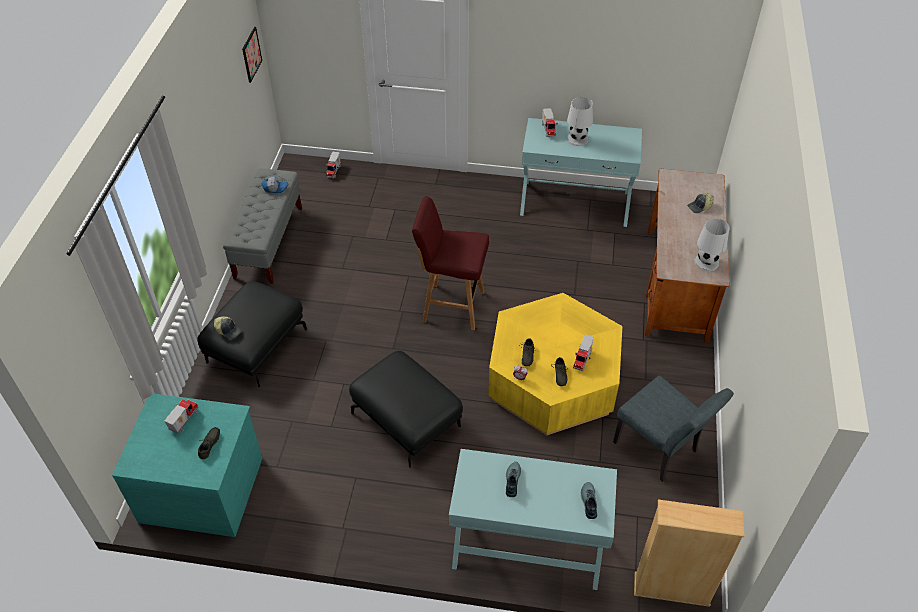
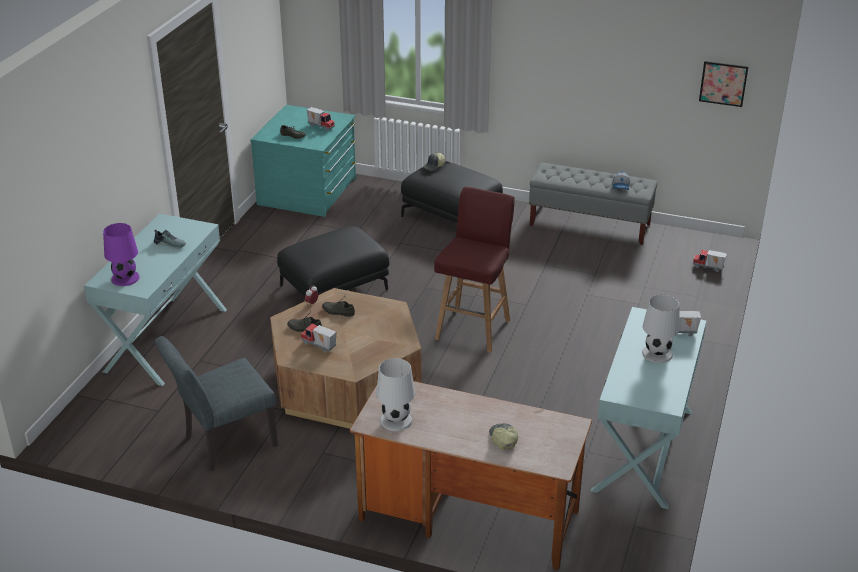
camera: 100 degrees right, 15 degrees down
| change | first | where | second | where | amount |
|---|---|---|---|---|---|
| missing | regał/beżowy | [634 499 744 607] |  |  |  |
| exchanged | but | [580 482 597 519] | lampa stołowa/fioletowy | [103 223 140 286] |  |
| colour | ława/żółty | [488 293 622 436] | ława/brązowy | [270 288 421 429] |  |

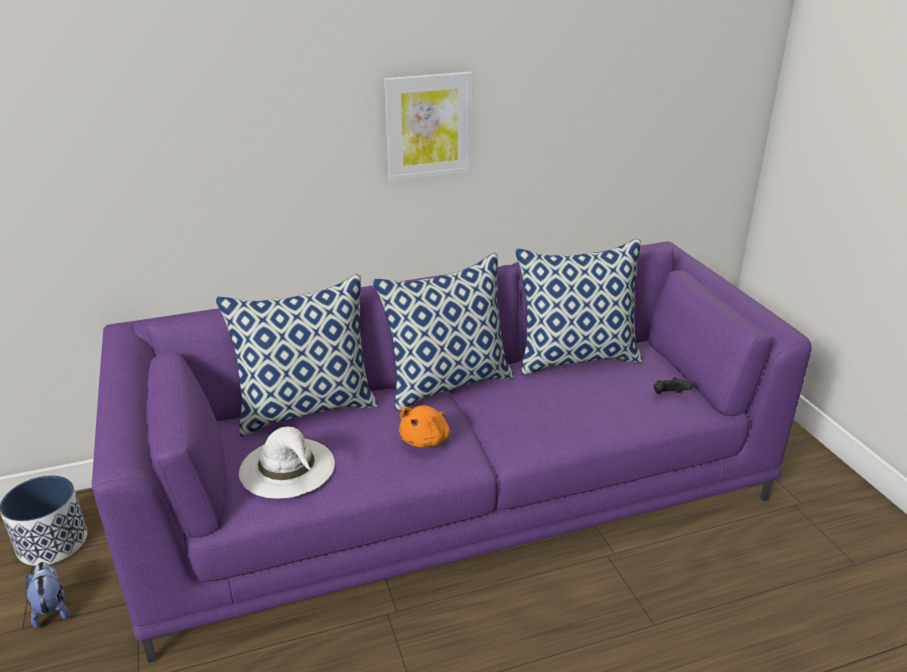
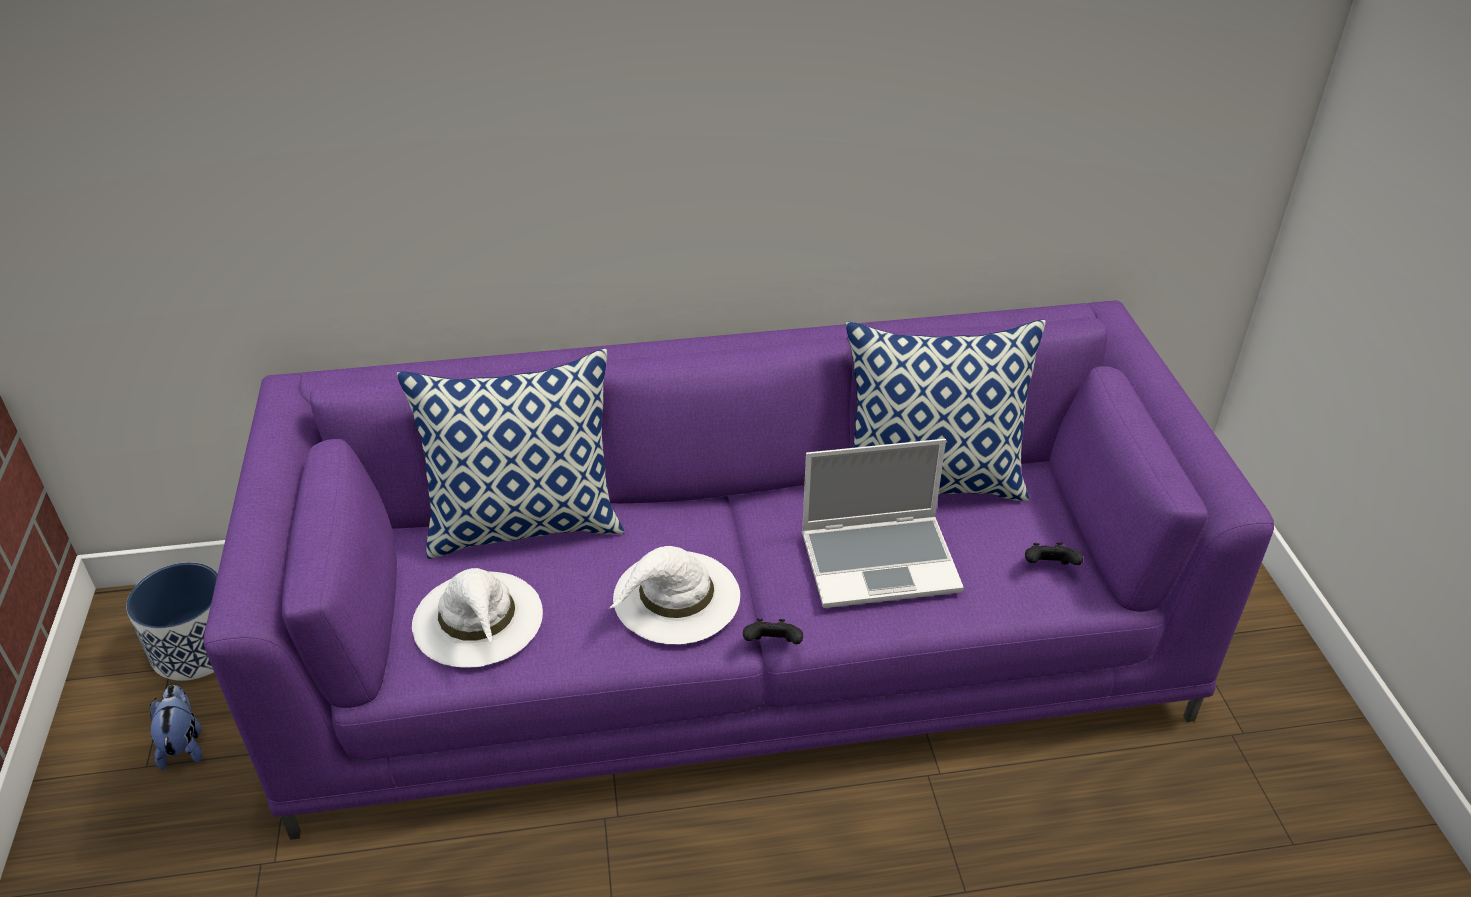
camera: 10 degrees right, 10 degrees up
| change | first | where | second | where | amount |
|---|---|---|---|---|---|
| missing | poduszka | [372 252 515 411] |  |  |  |
| missing | obraz | [384 72 472 182] |  |  |  |
| appeared |  |  | pad do gier/czarny | [743 619 803 644] |  |
| appeared |  |  | laptop | [802 439 964 608] |  |
| exchanged | pluszak/pomarańczowy | [399 406 450 448] | kapelusz/biały | [609 546 740 644] |  |

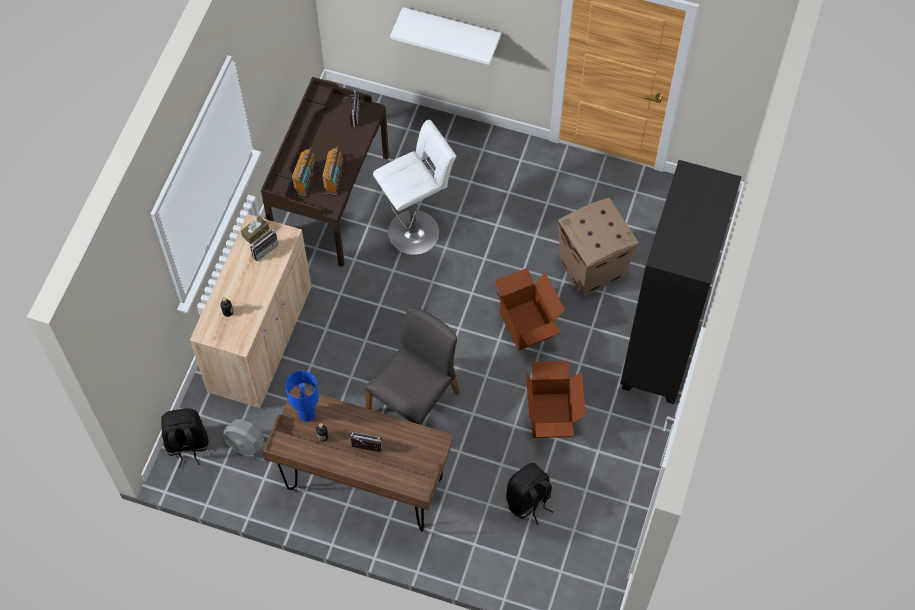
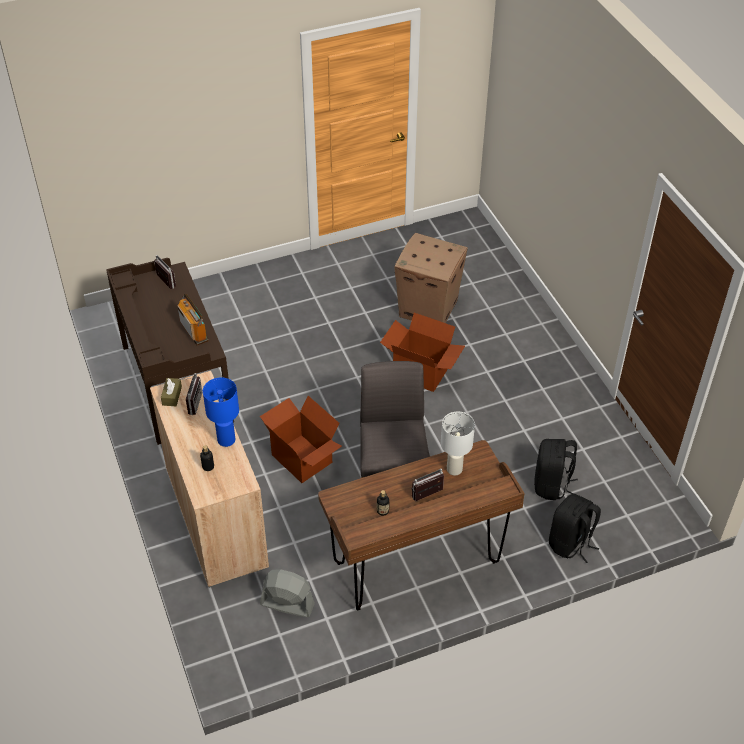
camera: 40 degrees left, 15 degrees down
| change | first | where | second | where | amount |
|---|---|---|---|---|---|
| missing | radio | [292 147 318 197] |  |  |  |
| missing | stołek/biały | [373 120 457 255] |  |  |  |
| missing | półka/biały | [390 7 501 65] |  |  |  |
| missing | regał/czarny | [620 160 741 404] |  |  |  |
| appeared |  |  | lampa stołowa/biały | [441 411 475 476] |  |
| relocated | plecak/czarny | [161 408 209 468] |  | [549 494 601 563] |  |
| relocated | lampa stołowa/niebieski | [285 371 319 422] |  | [203 377 239 447] |  |
| relocated | karton | [526 361 586 438] |  | [260 396 342 483] |  |
| spun | wentylator/szary | [223 419 266 462] |  | [260 569 315 618] | 150 degrees counterclockwise |

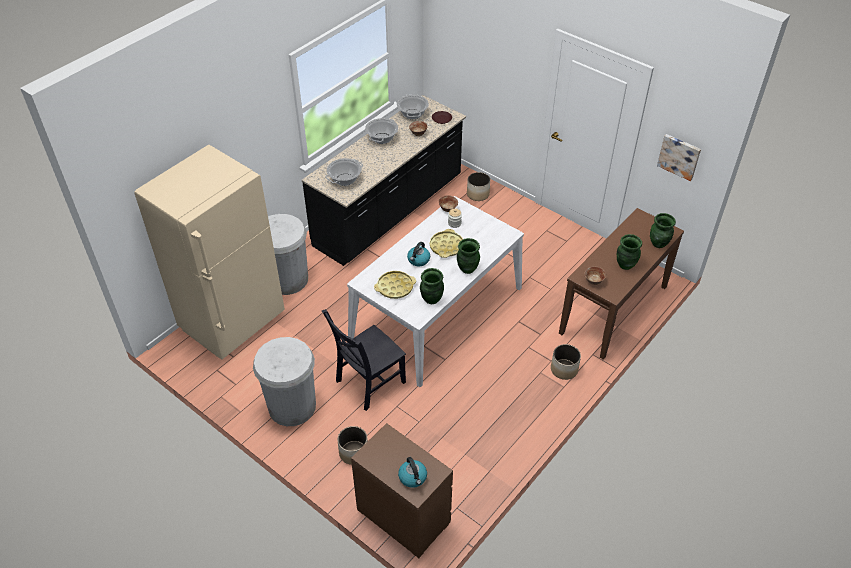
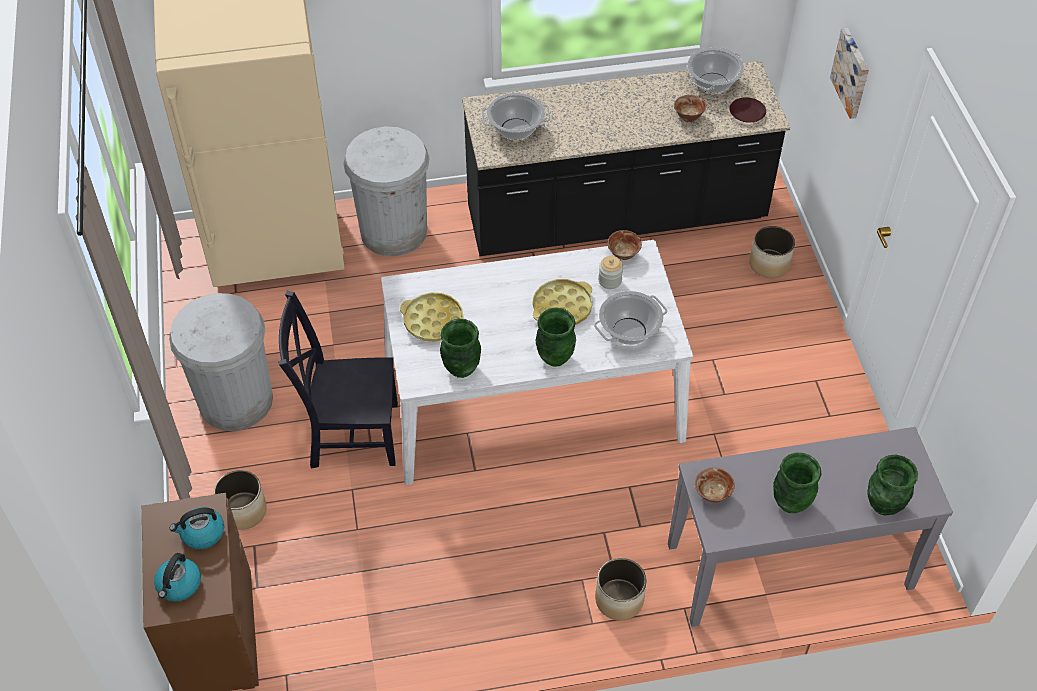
camera: 40 degrees right, 5 degrees up
| change | first | where | second | where | amount |
|---|---|---|---|---|---|
| relocated | garnek | [365 118 398 144] |  | [594 291 668 345] |  |
| relocated | czajnik | [407 242 430 266] |  | [170 507 224 549] |  |
| relocated | obraz | [657 134 701 181] |  | [830 28 869 119] |  |
| colour | stolik konsolowy/brązowy | [559 208 684 360] | stolik konsolowy/szary | [668 427 953 627] |  |

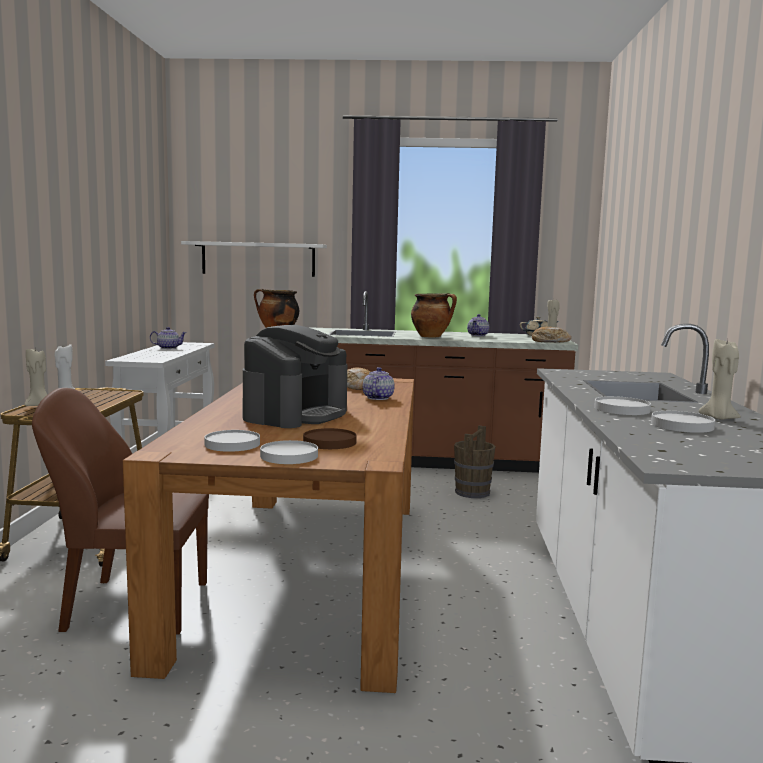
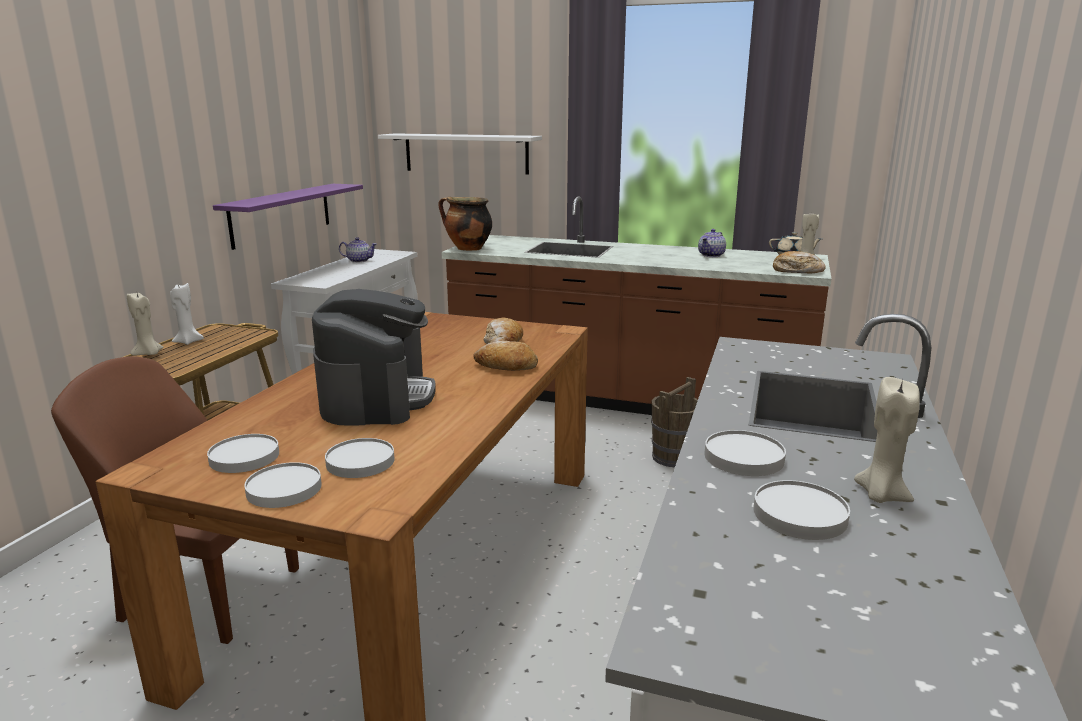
camera: 15 degrees right, 10 degrees up
| change | first | where | second | where | amount |
|---|---|---|---|---|---|
| missing | garnek | [411 293 457 338] |  |  |  |
| appeared |  |  | półka/fioletowy | [213 184 363 250] |  |
| exchanged | imbryk | [363 367 395 400] | chleb | [473 341 538 371] |  |
| colour | talerz/brązowy | [303 428 357 449] | talerz/biały | [325 438 395 478] |  |
| spun | ekspres do kawy | [243 325 347 428] |  | [312 289 436 426] | 45 degrees counterclockwise |

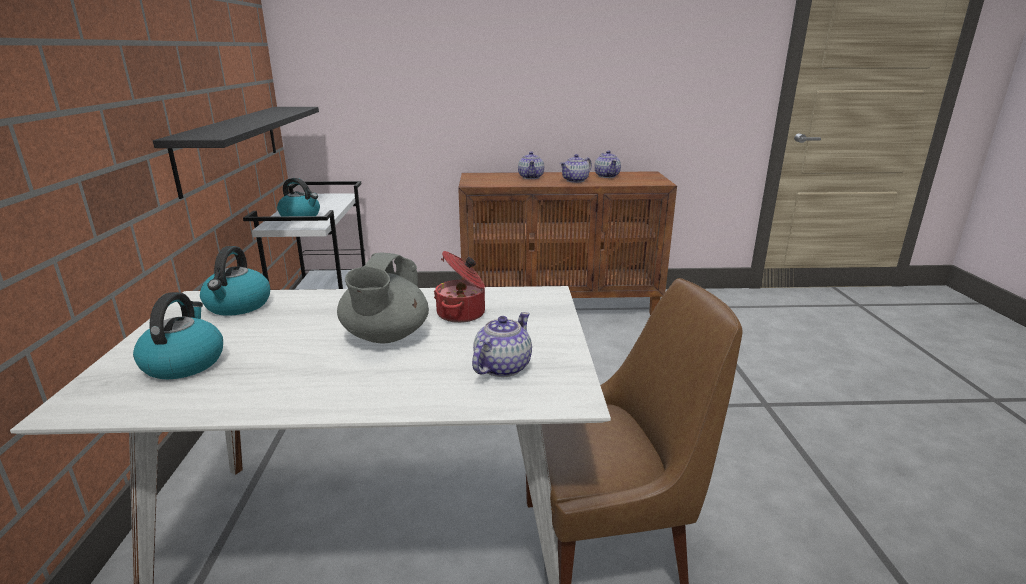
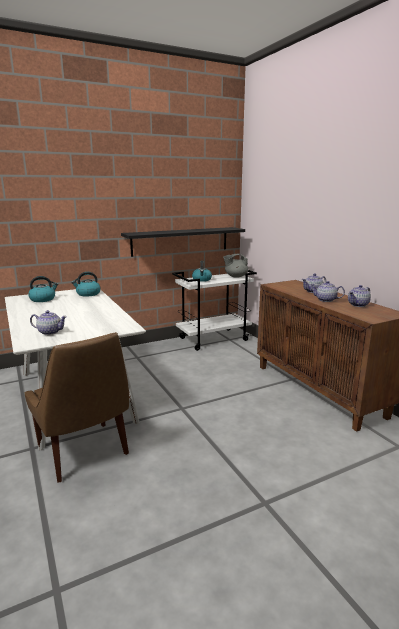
camera: 65 degrees right, 5 degrees down
| change | first | where | second | where | amount |
|---|---|---|---|---|---|
| missing | garnek | [434 251 485 323] |  |  |  |
| relocated | imbryk/szary | [337 252 429 343] |  | [223 254 248 278] |  |

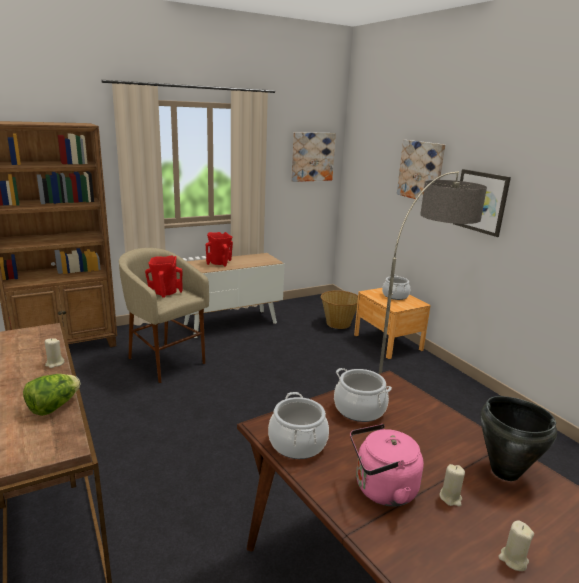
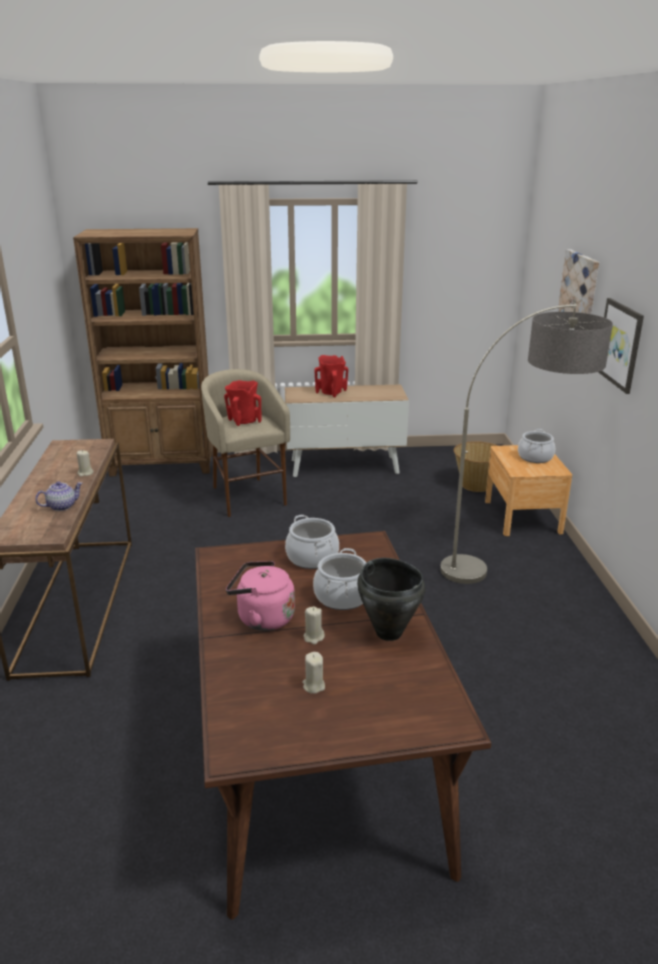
camera: 25 degrees right, 5 degrees up
| change | first | where | second | where | amount |
|---|---|---|---|---|---|
| missing | obraz | [291 132 336 182] |  |  |  |
| relocated | garnek | [268 392 329 459] |  | [313 548 366 610] |  |
| exchanged | sałata | [23 374 80 416] | imbryk | [35 481 83 511] |  |

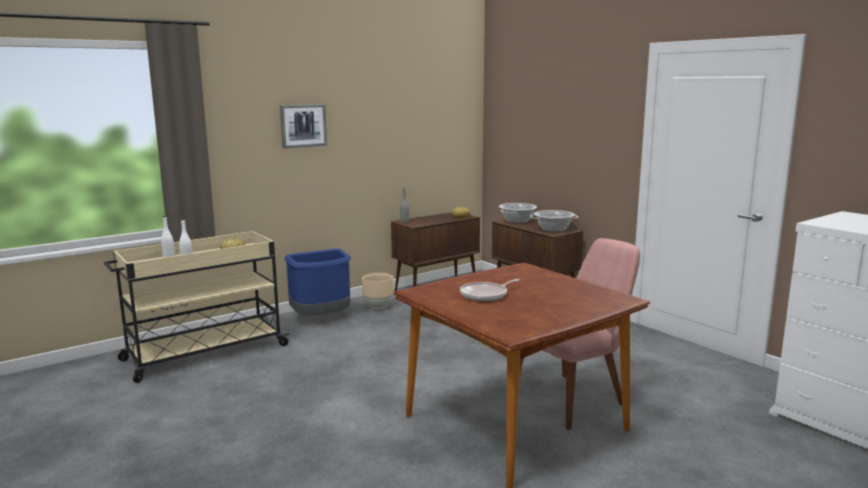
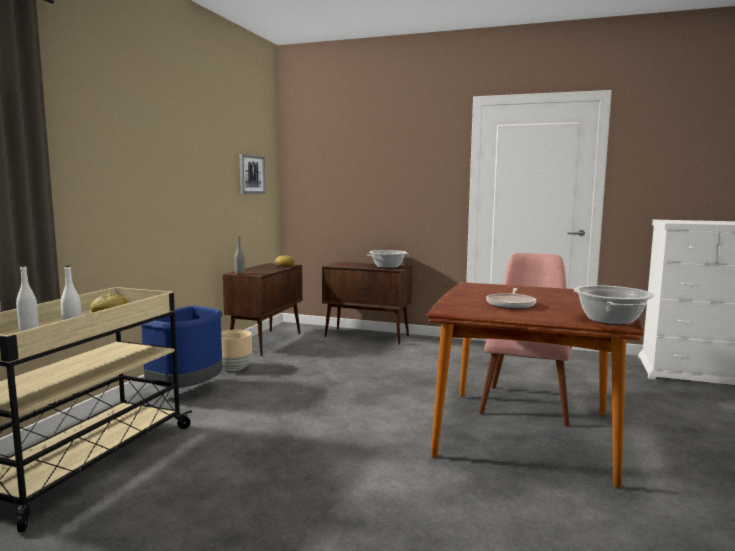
camera: 35 degrees left, 5 degrees down
| change | first | where | second | where | amount |
|---|---|---|---|---|---|
| relocated | obraz | [280 104 327 148] |  | [240 154 265 194] |  |
| relocated | garnek | [499 203 537 223] |  | [574 285 654 325] |  |

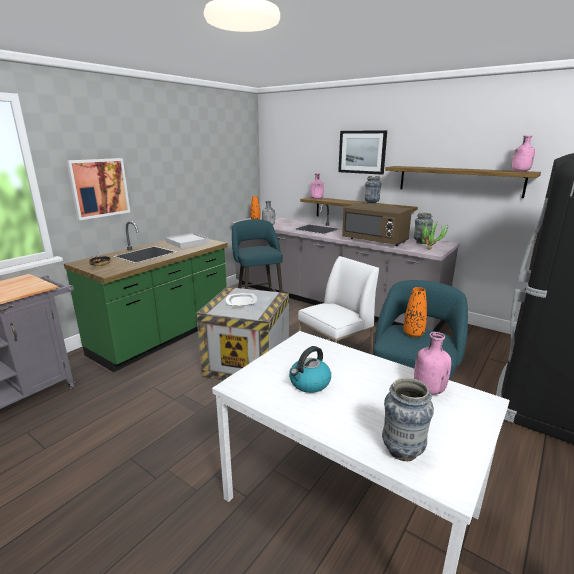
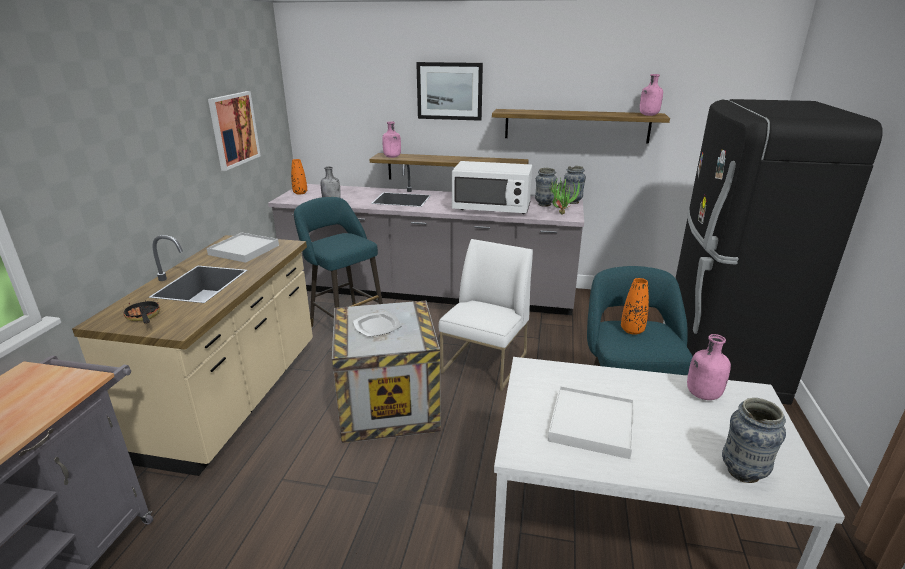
camera: 25 degrees left, 5 degrees up
| change | first | where | second | where | amount |
|---|---|---|---|---|---|
| relocated | obraz | [66 158 130 220] |  | [208 91 261 171] |  |
| relocated | wazon | [365 176 382 205] |  | [564 166 586 204] |  |
| exchanged | czajnik | [289 346 331 393] | taca/biały | [548 386 634 459] |  |
| colour | zabudowa kuchenna/zielony | [64 221 228 372] | zabudowa kuchenna/beżowy | [72 235 313 476] |  |
| colour | mikrofalówka/brązowy | [342 203 412 246] | mikrofalówka/biały | [452 161 532 214] |  |

